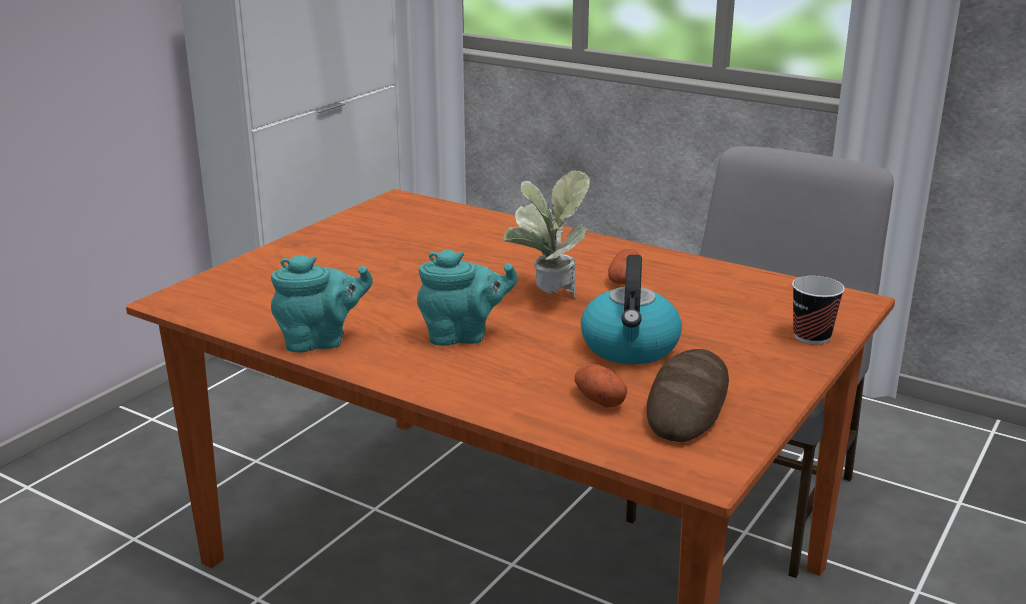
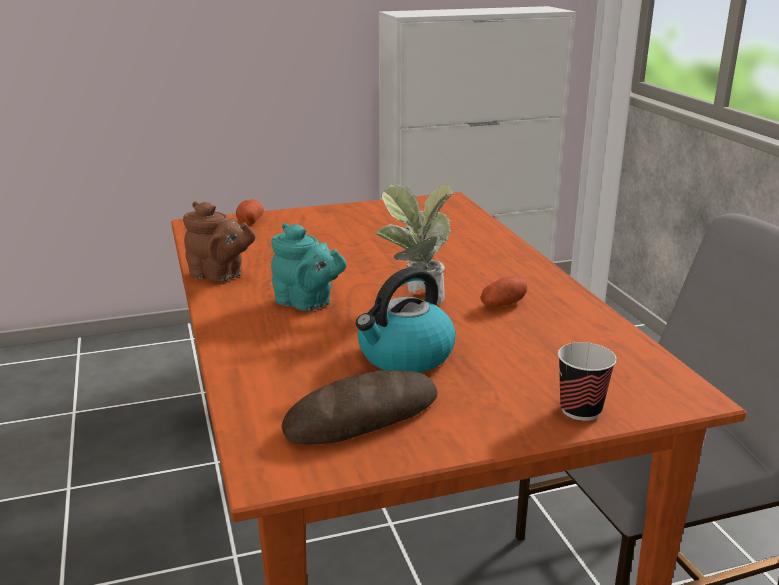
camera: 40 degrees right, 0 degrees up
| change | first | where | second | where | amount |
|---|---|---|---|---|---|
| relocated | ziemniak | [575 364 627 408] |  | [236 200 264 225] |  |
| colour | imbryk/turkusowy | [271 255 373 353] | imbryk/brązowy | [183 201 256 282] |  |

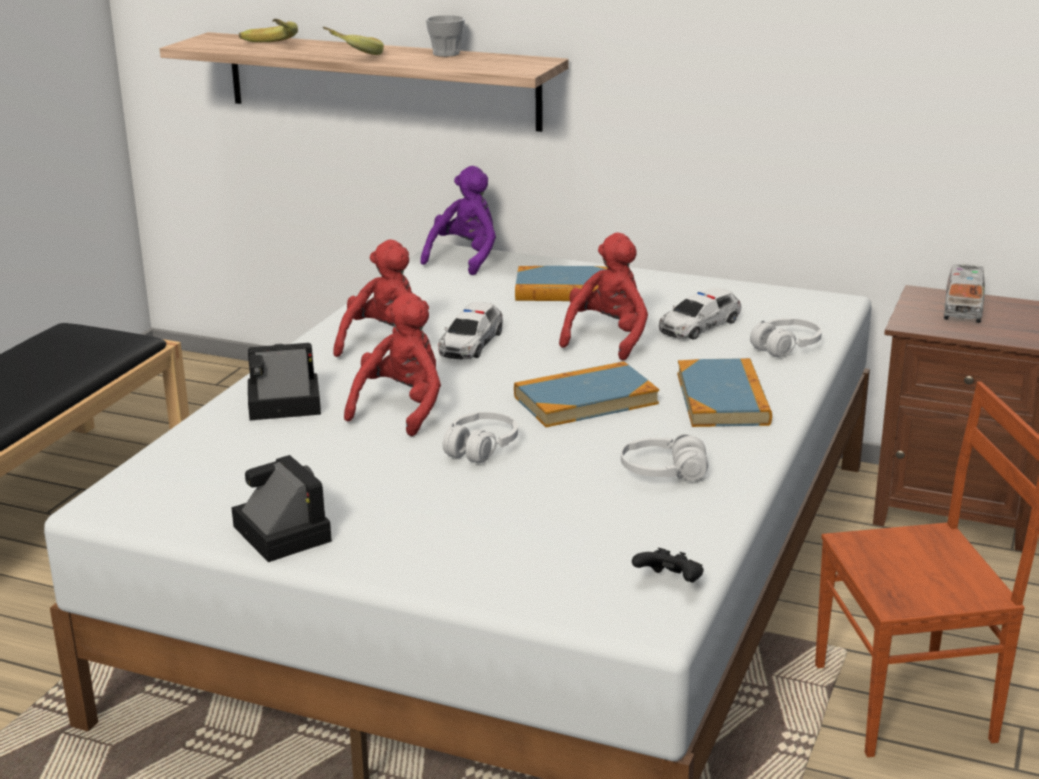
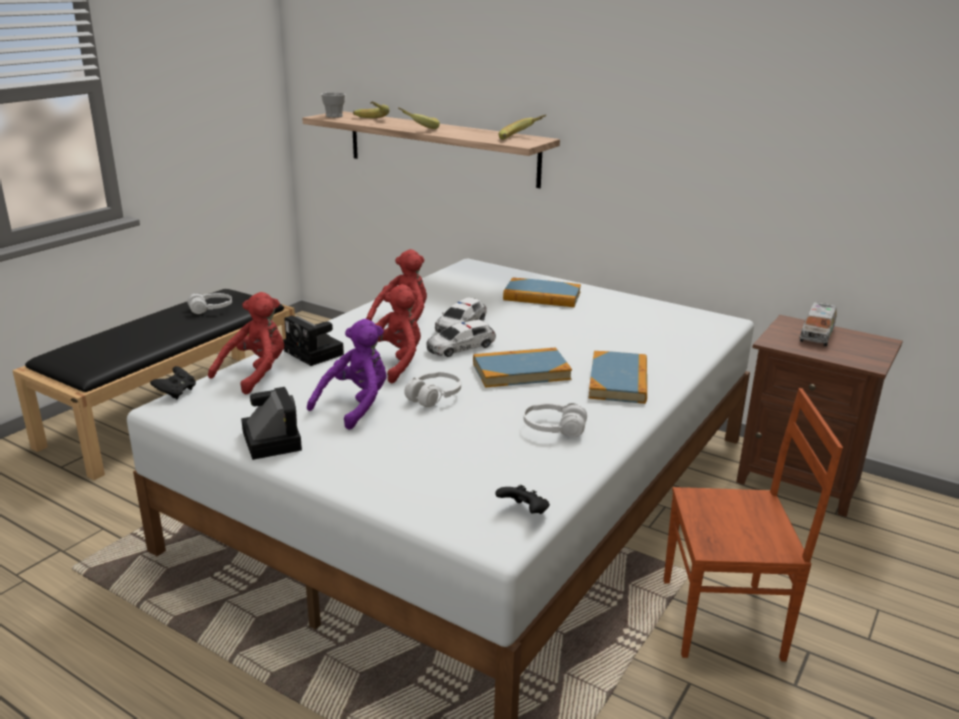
camera: 10 degrees right, 0 degrees up
| change | first | where | second | where | amount |
|---|---|---|---|---|---|
| appeared |  |  | pad do gier/czarny | [150 366 196 399] |  |
| appeared |  |  | banan | [499 115 546 140] |  |
| relocated | pluszak/fioletowy | [421 166 496 275] |  | [307 319 387 430] |  |
| relocated | filiżanka | [426 15 465 57] |  | [321 92 346 118] |  |
| relocated | pluszak/czerwony | [559 232 648 361] |  | [208 292 284 394] |  |
| relocated | samochodzik | [659 287 741 340] |  | [426 320 496 357] |  |
| relocated | słuchawki/biały | [750 318 822 357] |  | [187 293 232 314] |  |
| spun | aparat fotograficzny | [248 343 321 420] |  | [283 316 344 366] | 135 degrees counterclockwise |

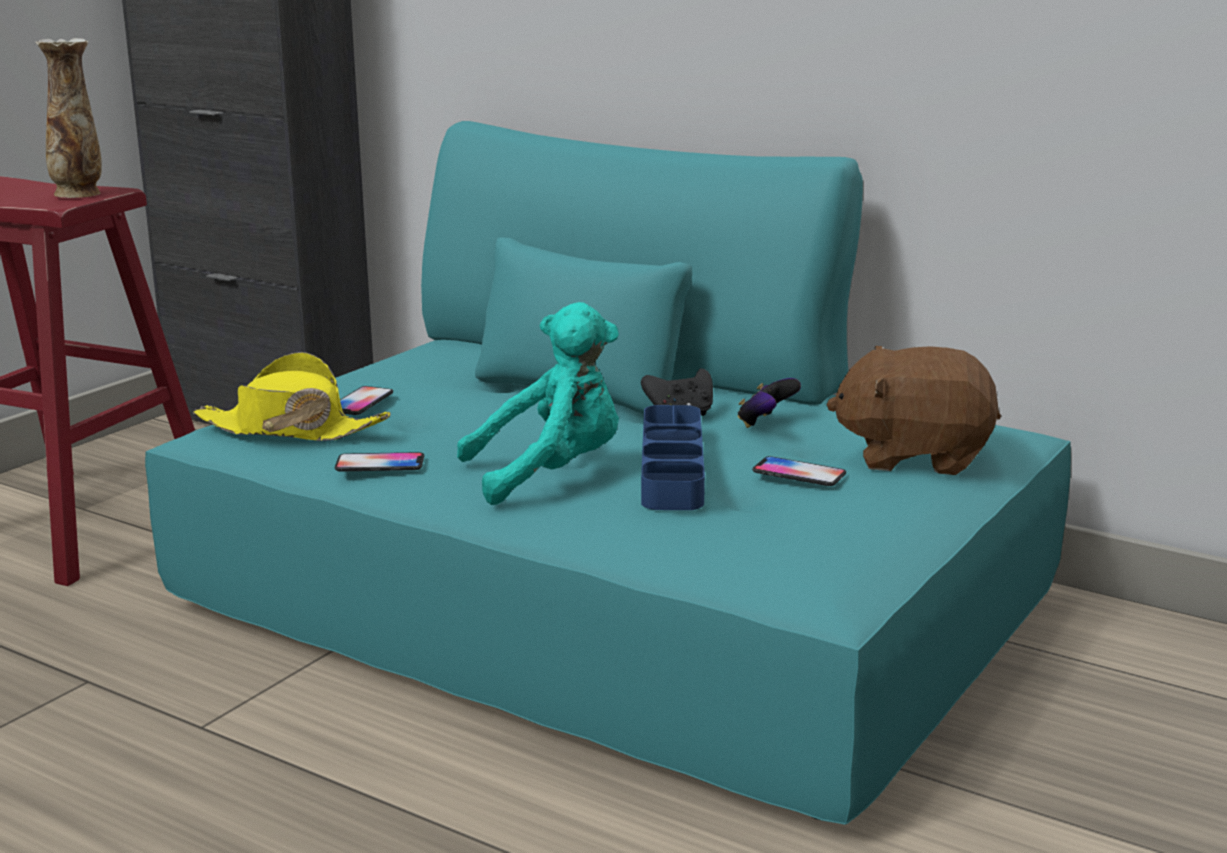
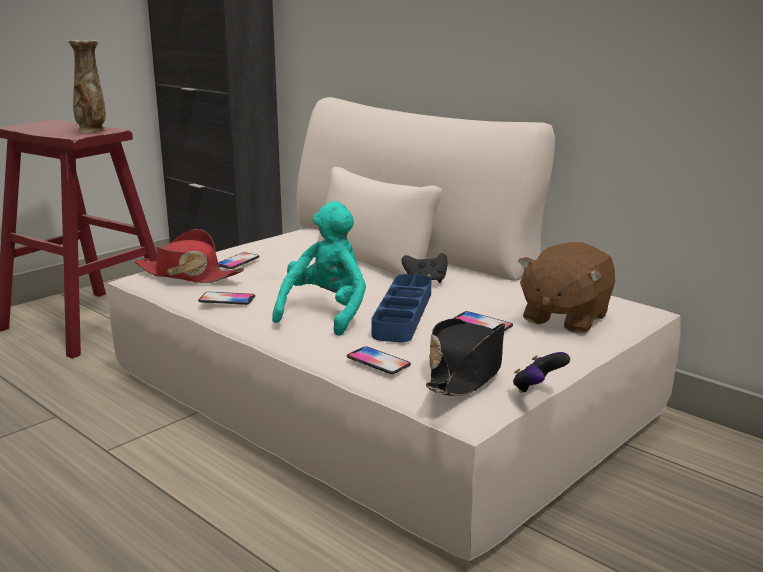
camera: 10 degrees right, 0 degrees up
| change | first | where | second | where | amount |
|---|---|---|---|---|---|
| appeared |  |  | telefon | [347 346 411 374] |  |
| appeared |  |  | kapelusz/czarny | [426 318 505 396] |  |
| relocated | pad do gier | [738 378 801 428] |  | [513 352 570 393] |  |
| colour | kanapa/turkusowy | [145 121 1071 825] | kanapa/beżowy | [107 97 681 561] |  |
| colour | kapelusz/żółty | [193 352 391 441] | kapelusz/czerwony | [135 229 244 283] |  |
| spun | pluszak/turkusowy | [457 302 619 505] |  | [272 201 366 336] | 60 degrees counterclockwise |
| spun | pluszak/brązowy | [826 346 1001 475] |  | [518 242 615 334] | 75 degrees counterclockwise |

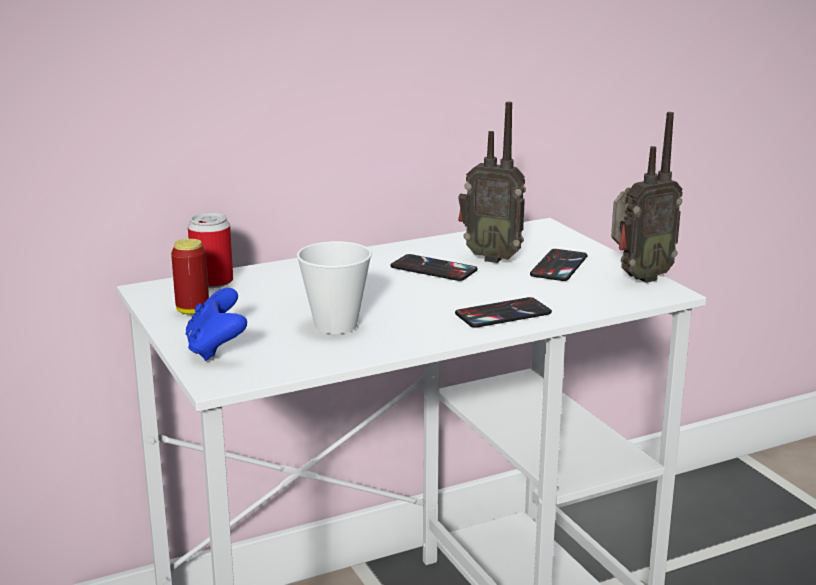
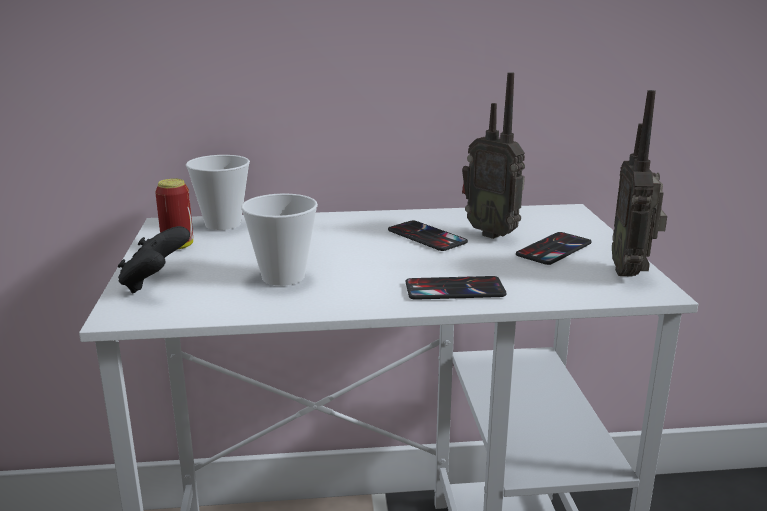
camera: 20 degrees right, 0 degrees up
| change | first | where | second | where | amount |
|---|---|---|---|---|---|
| exchanged | puszka | [188 213 233 288] | filiżanka | [186 155 250 230] |  |
| colour | pad do gier/niebieski | [186 288 247 361] | pad do gier/czarny | [118 226 190 293] |  |
| spun | radio | [611 112 683 283] |  | [612 90 667 277] | 105 degrees clockwise |

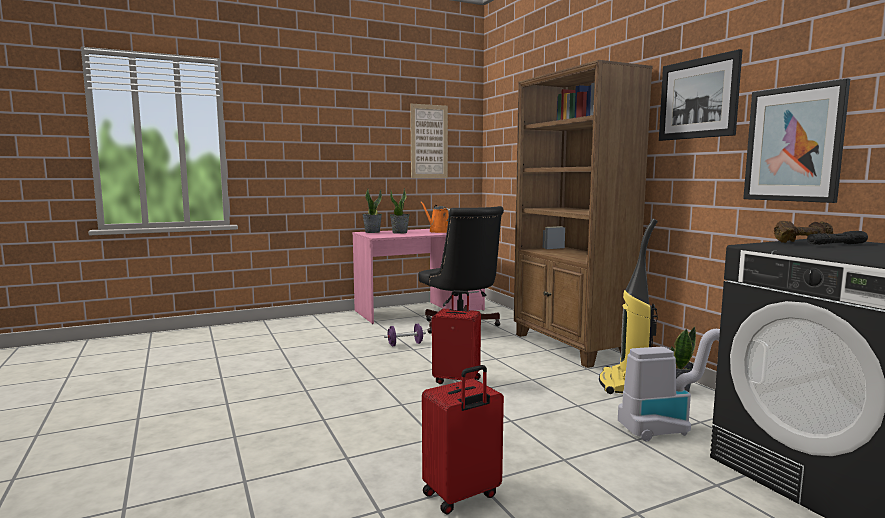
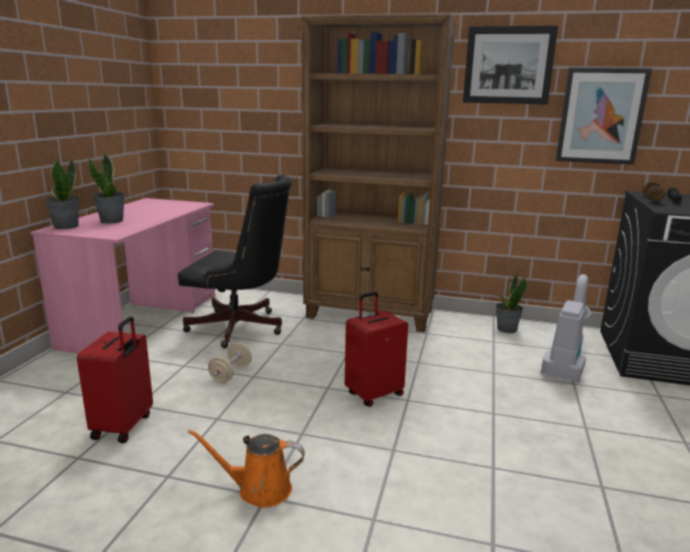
camera: 50 degrees left, 10 degrees up
| change | first | where | second | where | amount |
|---|---|---|---|---|---|
| missing | obraz | [410 104 448 178] |  |  |  |
| missing | odkurzacz | [599 219 658 394] |  |  |  |
| relocated | konewka/pomarańczowy | [421 202 450 233] |  | [188 430 305 508] |  |
| relocated | walizka/czerwony | [422 365 504 514] |  | [77 316 153 443] |  |
| colour | hantel/fioletowy | [384 324 426 346] | hantel/beżowy | [208 342 252 383] |  |

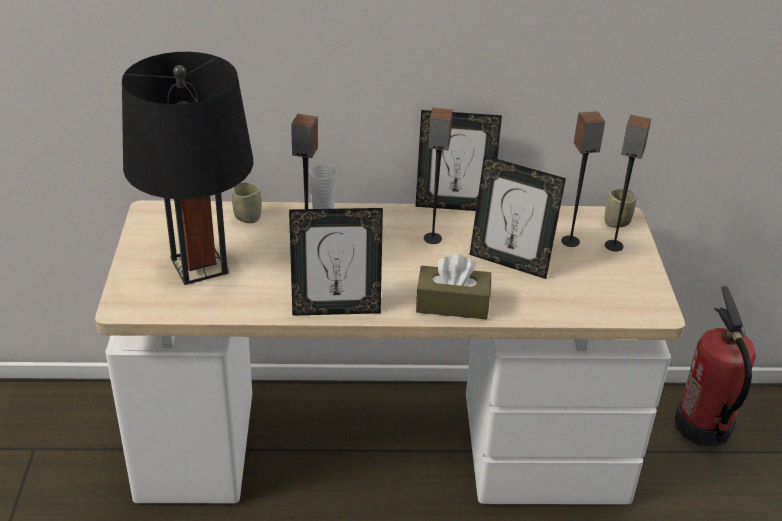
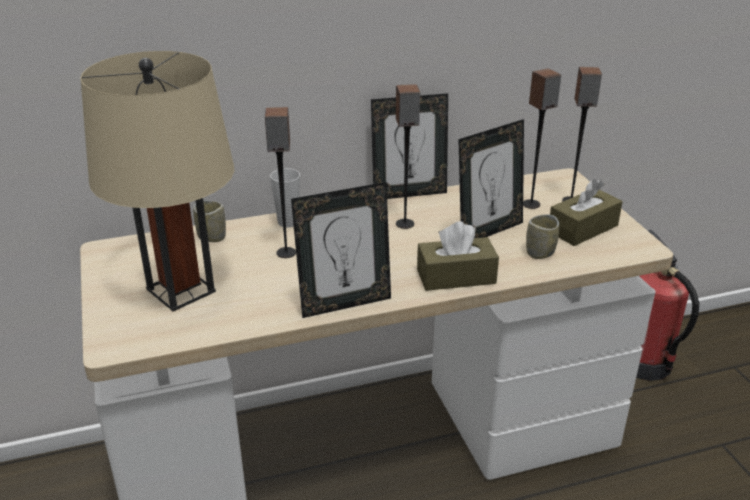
camera: 15 degrees left, 5 degrees down
| change | first | where | second | where | amount |
|---|---|---|---|---|---|
| appeared |  |  | pudełko chusteczek/brązowy | [550 179 623 246] |  |
| relocated | filiżanka | [605 188 636 228] |  | [526 214 559 259] |  |
| colour | lampa stołowa/czarny | [122 52 253 285] | lampa stołowa/beżowy | [80 51 234 311] |  |
| spun | ramka na zdjęcie | [469 155 566 279] |  | [458 119 524 238] | 45 degrees counterclockwise |

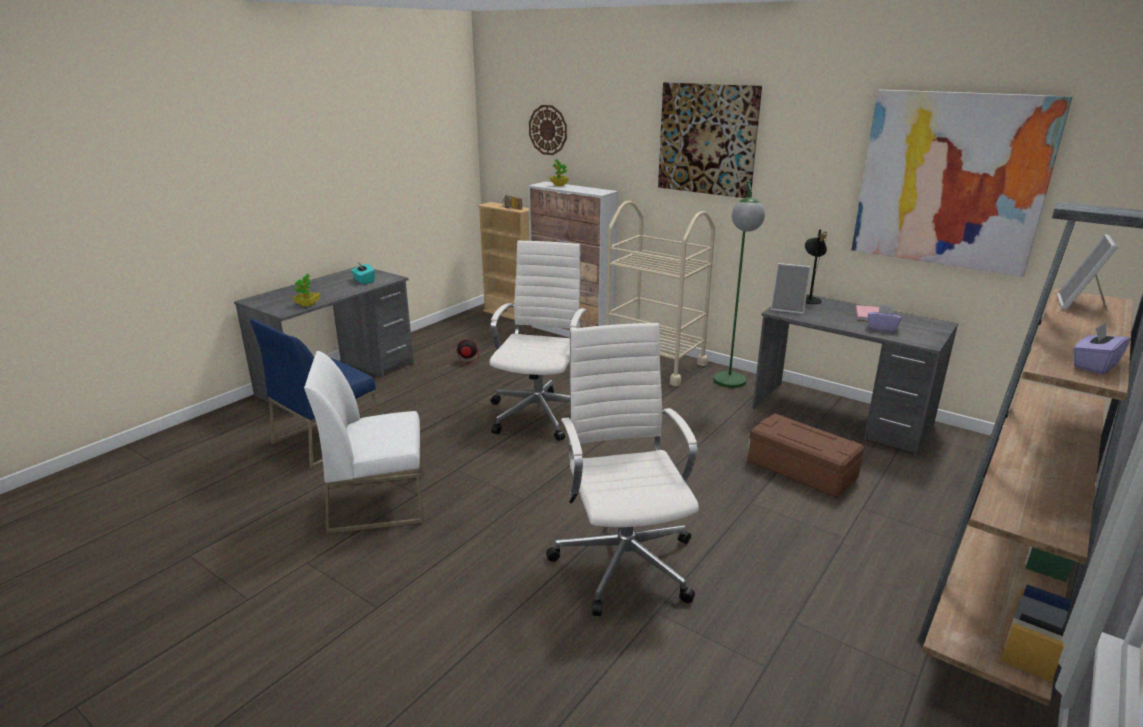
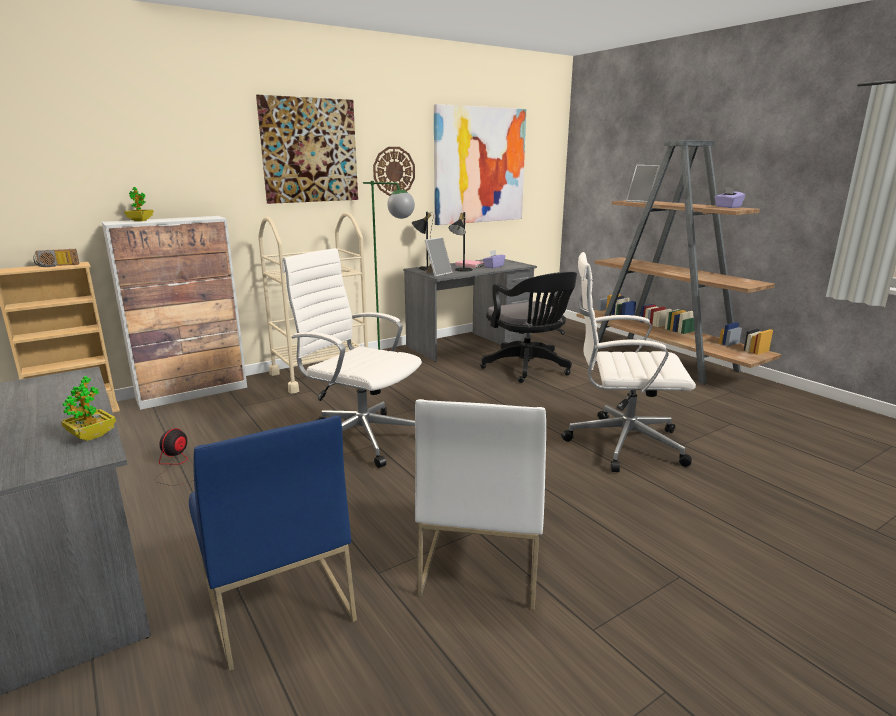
camera: 70 degrees left, 5 degrees down
| change | first | where | second | where | amount |
|---|---|---|---|---|---|
| missing | pudełko chusteczek/turkusowy | [351 262 375 284] |  |  |  |
| appeared |  |  | lampa stołowa/czarny | [449 212 473 272] |  |
| relocated | zegar ścienny | [529 105 567 155] |  | [373 147 415 196] |  |
| exchanged | pojemnik do przechowywania/brązowy | [747 414 864 497] | krzesło biurowe/czarny | [480 272 577 383] |  |

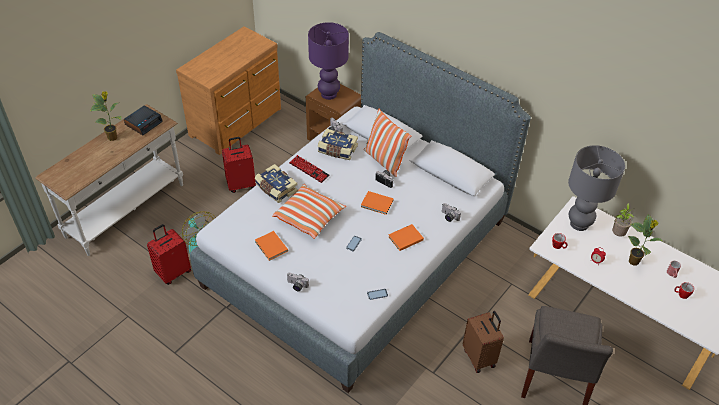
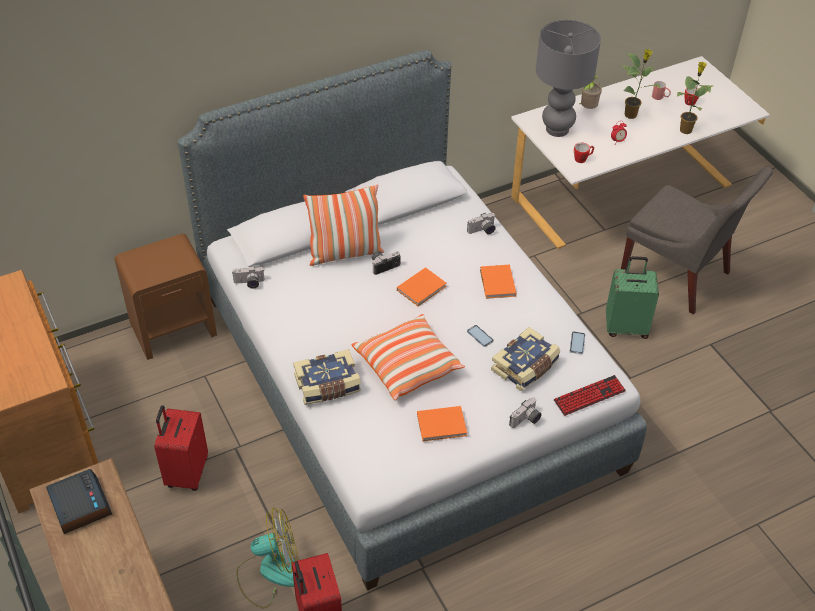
camera: 65 degrees left, 0 degrees up
| change | first | where | second | where | amount |
|---|---|---|---|---|---|
| missing | lampa stołowa/fioletowy | [308 22 349 100] |  |  |  |
| relocated | roślina doniczkowa | [90 91 121 141] |  | [677 62 714 134] |  |
| relocated | klawiatura | [289 155 330 183] |  | [554 375 626 416] |  |
| relocated | książka | [318 129 358 160] |  | [491 327 561 391] |  |
| colour | walizka/brązowy | [463 311 504 373] | walizka/zielony | [606 256 659 339] |  |

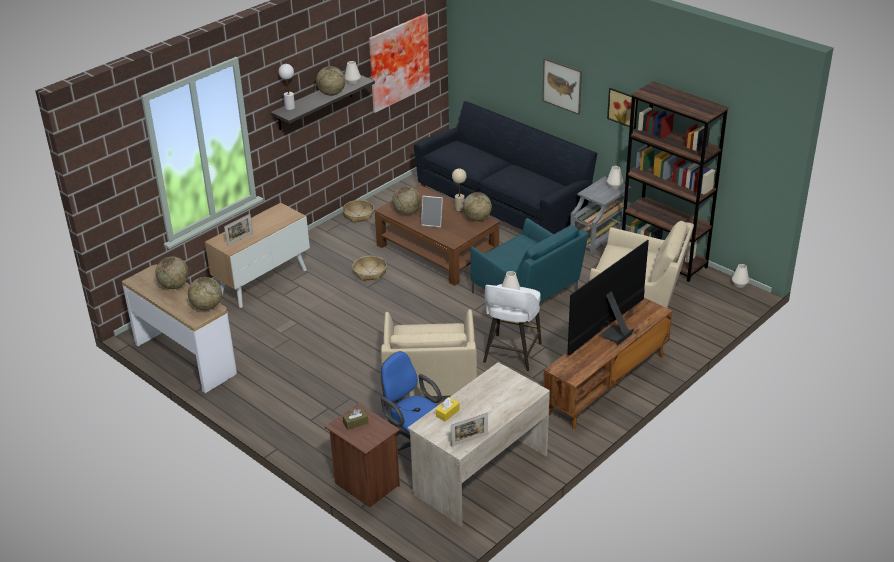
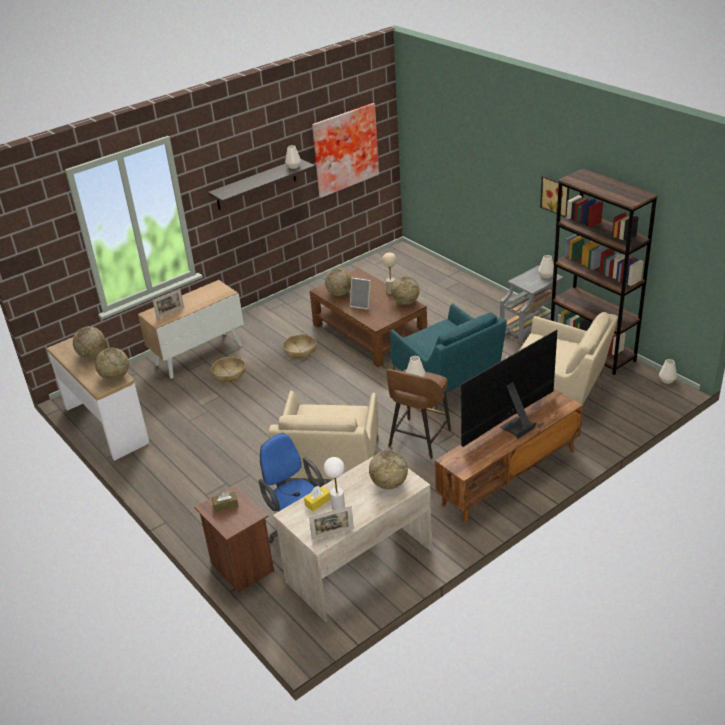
camera: 10 degrees right, 0 degrees up
| change | first | where | second | where | amount |
|---|---|---|---|---|---|
| missing | kanapa/czarny | [414 101 597 234] |  |  |  |
| missing | obraz | [542 58 582 115] |  |  |  |
| relocated | lampa stołowa/biały | [279 64 295 110] |  | [324 457 345 510] |  |
| relocated | globus | [316 66 345 96] |  | [369 450 408 489] |  |
| relocated | koszyk | [342 200 374 223] |  | [211 357 245 382] |  |
| colour | stołek/biały | [483 284 542 371] | stołek/brązowy | [386 369 451 459] |  |

